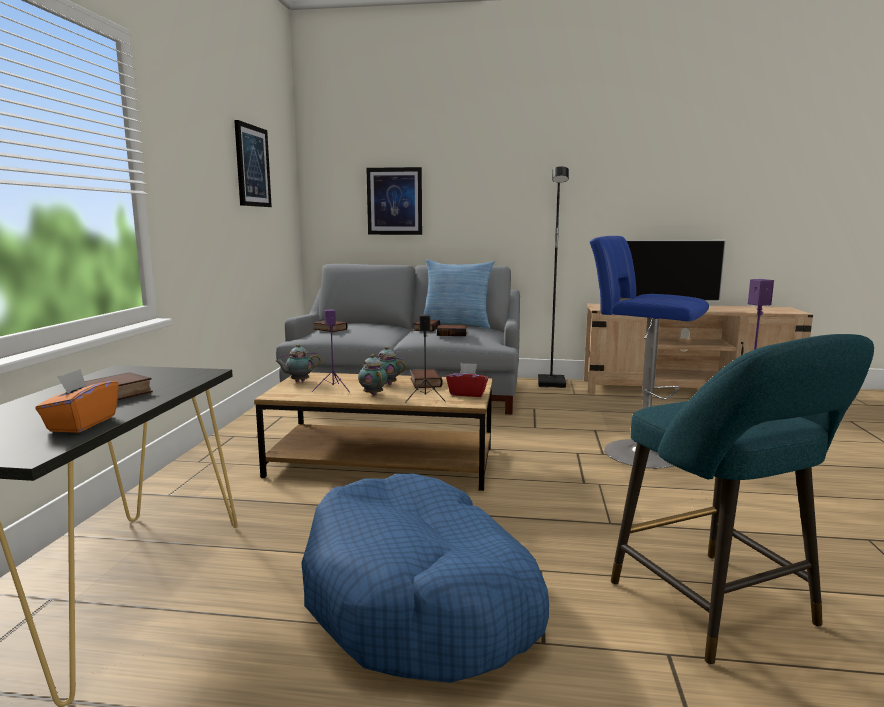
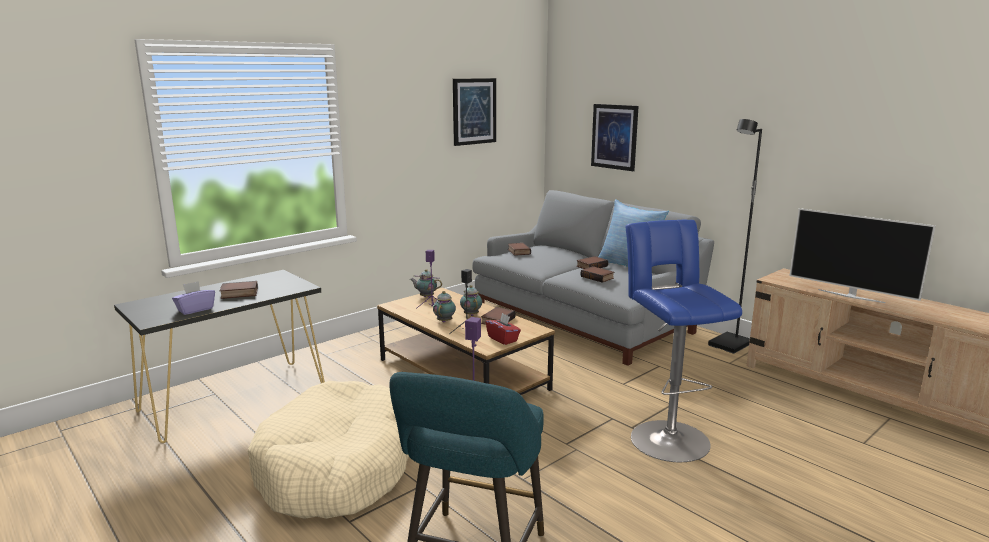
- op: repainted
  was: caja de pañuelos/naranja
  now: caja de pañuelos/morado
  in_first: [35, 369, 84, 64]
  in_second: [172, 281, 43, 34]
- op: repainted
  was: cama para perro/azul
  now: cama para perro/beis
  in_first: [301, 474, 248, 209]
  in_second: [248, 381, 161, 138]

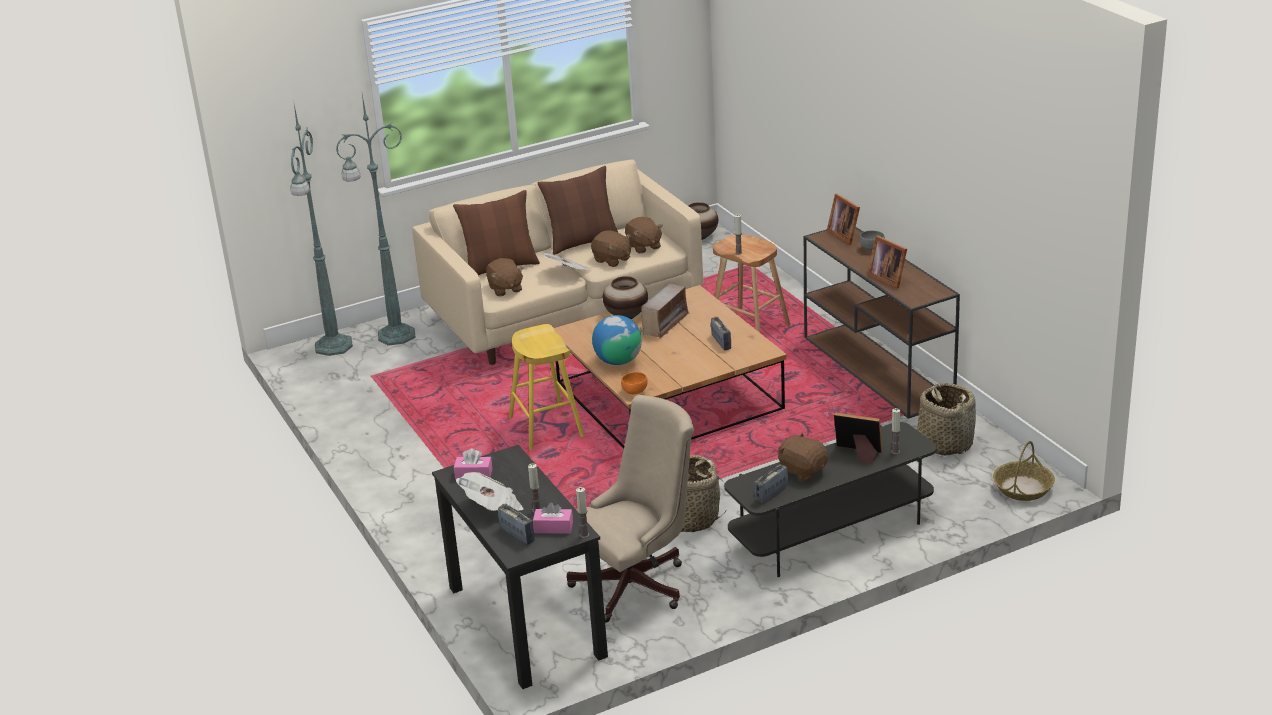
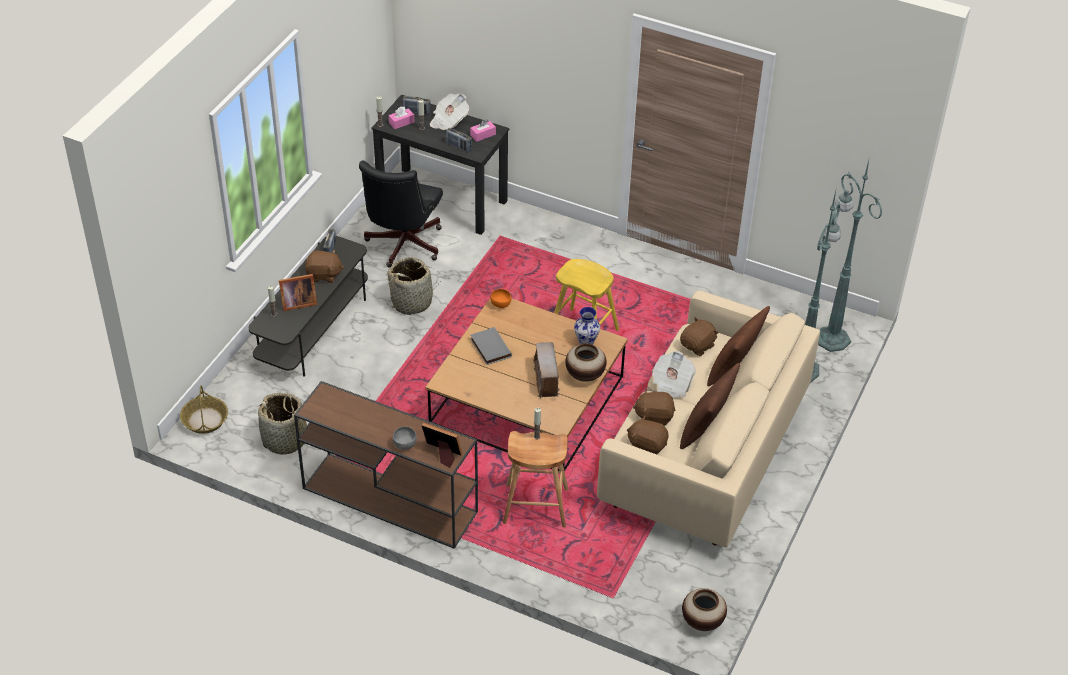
- op: repainted
  was: silla de oficina/beis
  now: silla de oficina/negro
  in_first: [567, 395, 127, 227]
  in_second: [359, 160, 84, 108]
- op: shifted
  was: radio
  in_first: [711, 317, 20, 34]
  in_second: [446, 128, 26, 24]
- op: new
  now: libro/gris
  in_second: [470, 327, 42, 38]
- op: new
  now: florero
  in_second: [574, 307, 26, 38]
- op: rotated
  was: peluche/marrón
  in_first: [486, 258, 37, 38]
  in_second: [680, 317, 38, 39]
  clockwise: 105
- op: gone
  was: globo terráqueo
  in_first: [592, 315, 50, 50]
- op: gone
  was: portarretratos
  in_first: [868, 236, 39, 52]

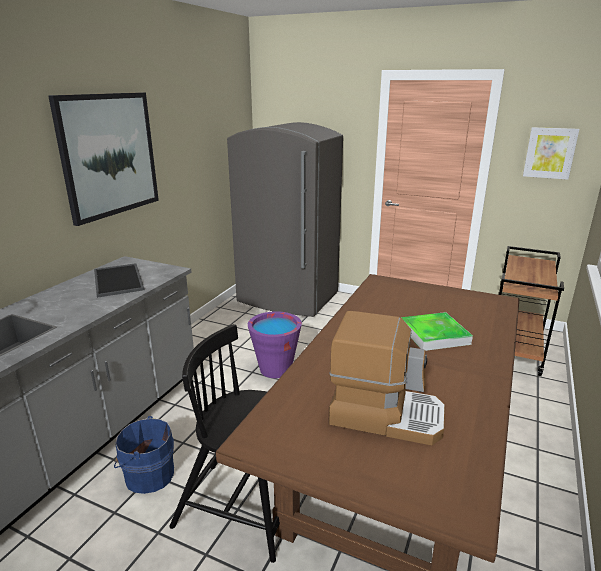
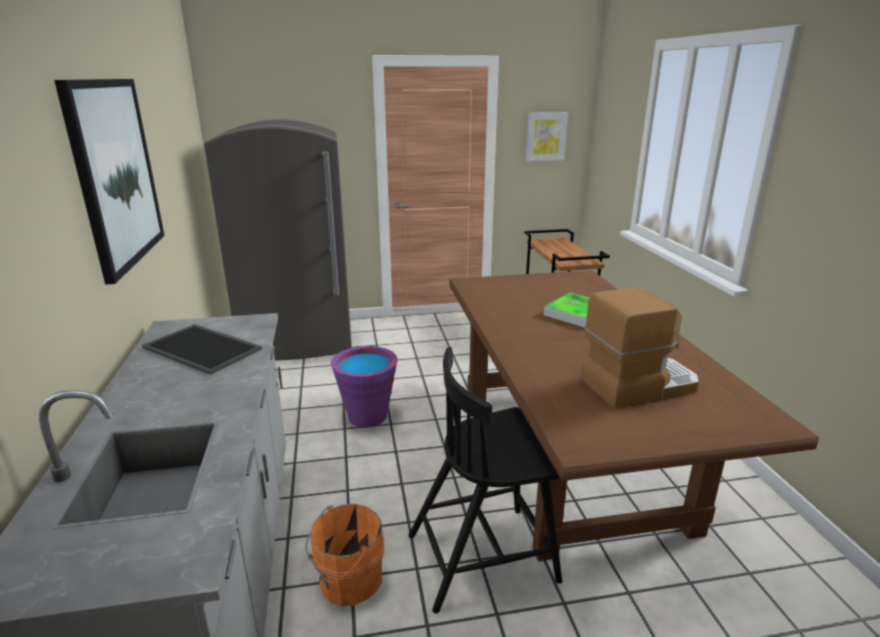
- op: repainted
  was: cubo/azul
  now: cubo/naranja
  in_first: [114, 416, 60, 78]
  in_second: [305, 504, 79, 103]

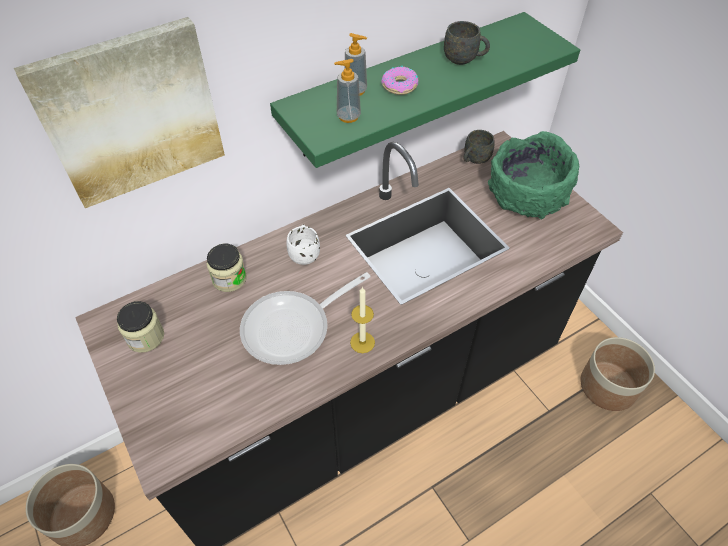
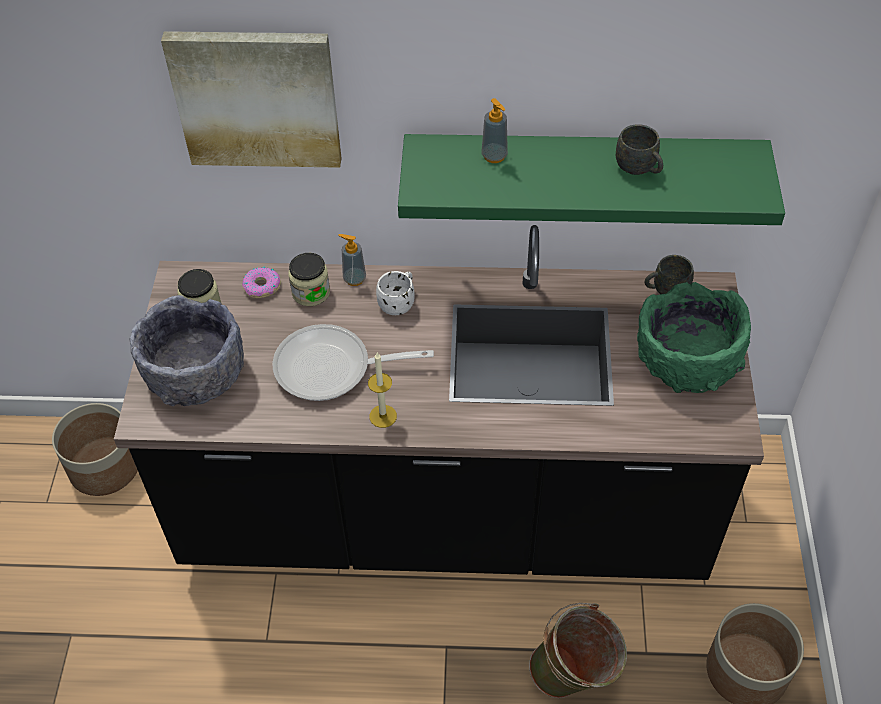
- op: new
  now: cuenco/gris
  in_second: [130, 295, 114, 111]
- op: shifted
  was: rosquilla
  in_first: [381, 66, 37, 29]
  in_second: [242, 267, 39, 31]
- op: shifted
  was: dispensador de jabón
  in_first: [334, 59, 27, 64]
  in_second: [338, 234, 28, 52]
- op: new
  now: cubo/verde
  in_second: [529, 603, 98, 95]

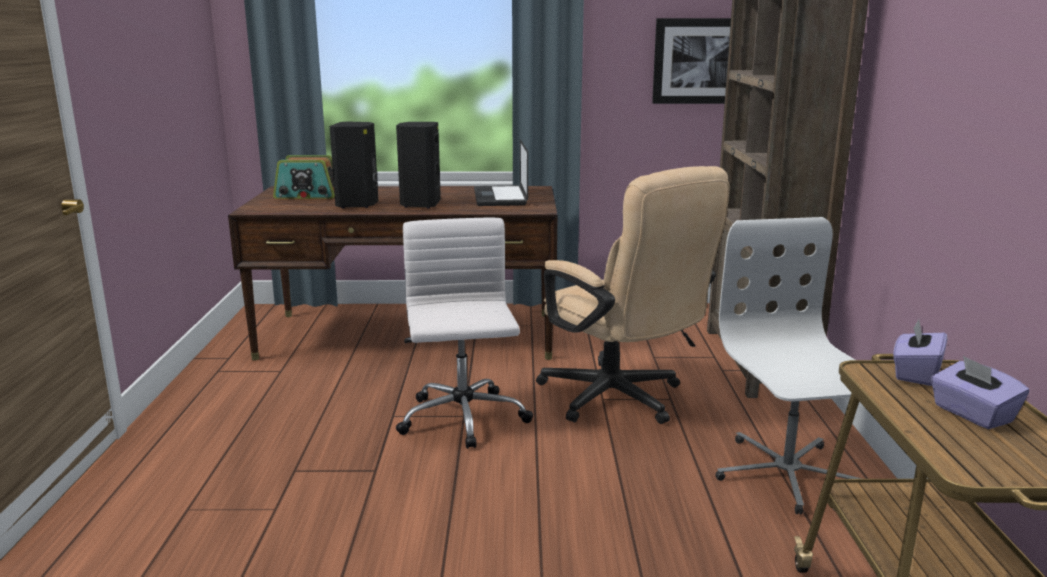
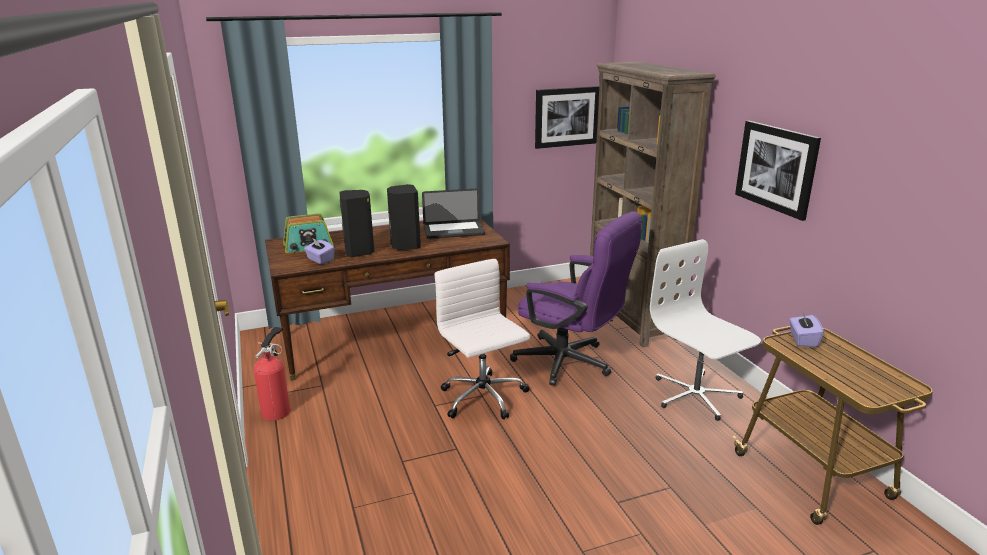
- op: new
  now: extintor
  in_second: [254, 327, 36, 94]
- op: shifted
  was: caja de pañuelos/morado
  in_first: [930, 356, 99, 73]
  in_second: [304, 238, 31, 26]
- op: rotated
  was: portátil
  in_first: [474, 139, 54, 67]
  in_second: [422, 189, 63, 50]
  clockwise: -75
- op: repainted
  was: silla de oficina/beis
  now: silla de oficina/morado
  in_first: [536, 166, 194, 258]
  in_second: [510, 211, 132, 175]
- op: new
  now: cuadro
  in_second: [735, 121, 86, 100]

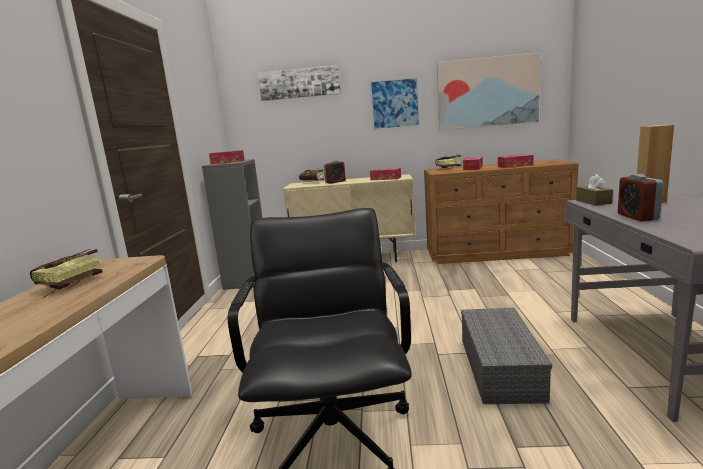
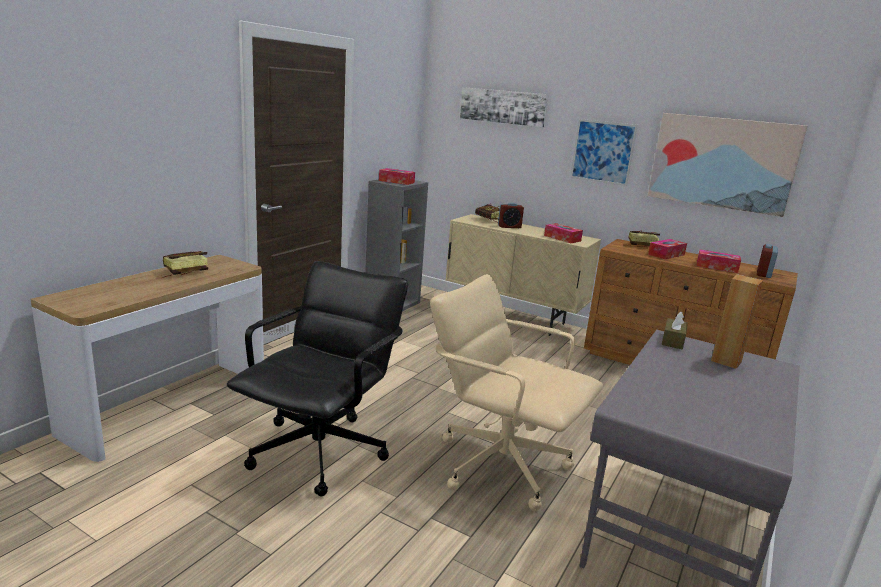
- op: swapped
  was: caja de almacenaje/gris
  now: silla de oficina/beis
  in_first: [461, 308, 91, 96]
  in_second: [430, 274, 173, 237]
- op: shifted
  was: despertador
  in_first: [618, 174, 45, 47]
  in_second: [757, 244, 21, 34]

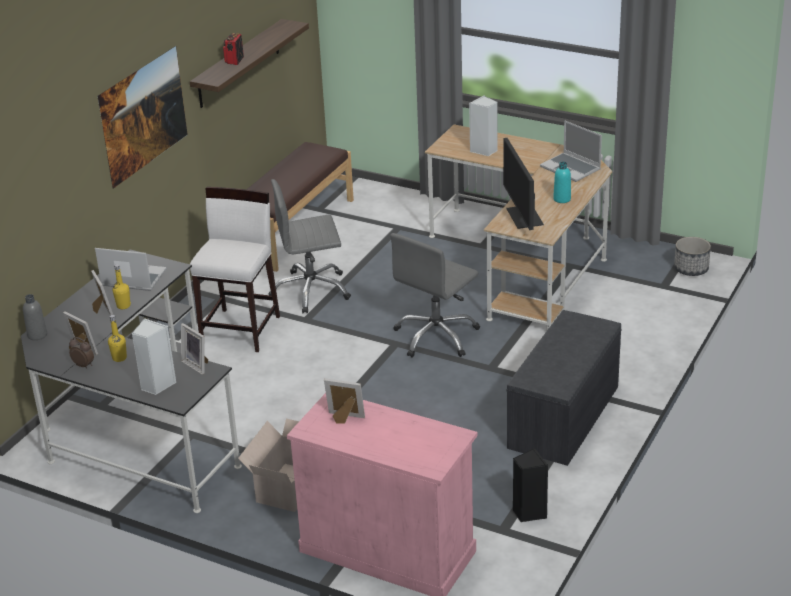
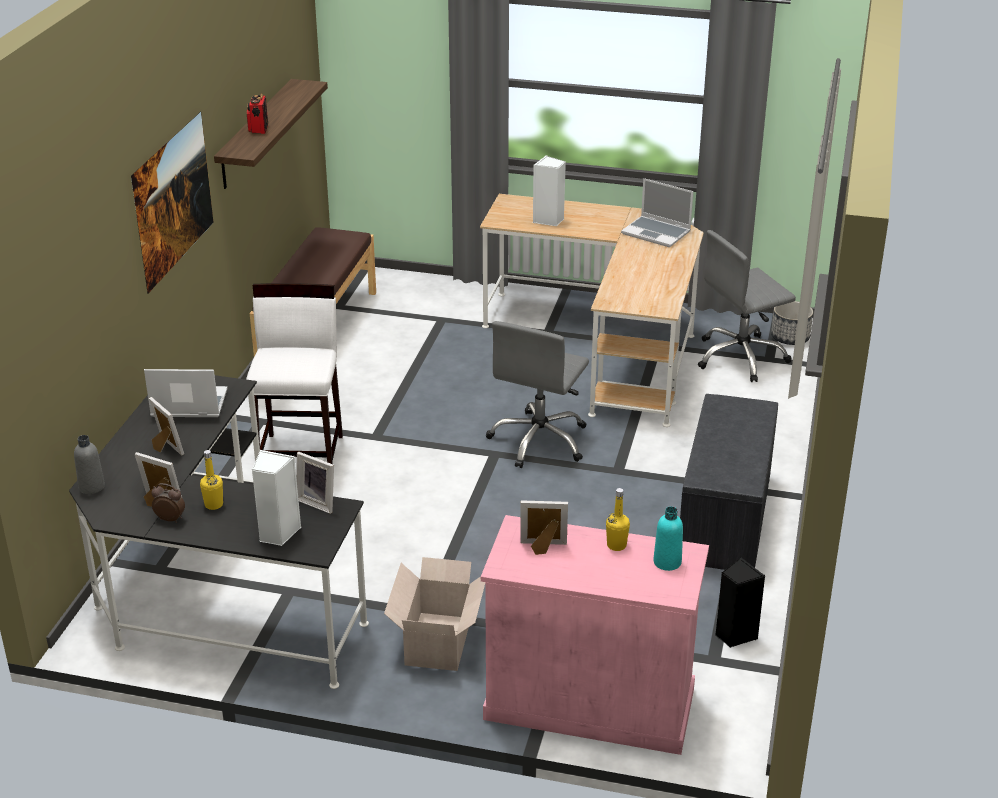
- op: shifted
  was: botella/amarillo
  in_first: [113, 264, 18, 45]
  in_second: [606, 488, 24, 63]
- op: shifted
  was: botella/turquesa
  in_first: [553, 162, 18, 41]
  in_second: [653, 507, 30, 64]
- op: shifted
  was: silla de oficina/gris
  in_first: [269, 179, 82, 135]
  in_second: [698, 230, 98, 152]
- op: gone
  was: monitor
  in_first: [503, 138, 41, 92]

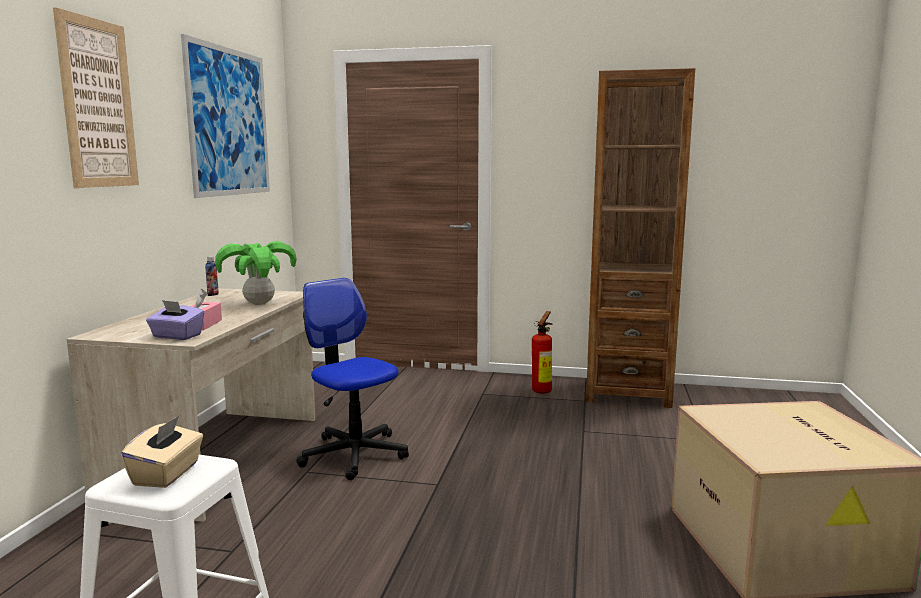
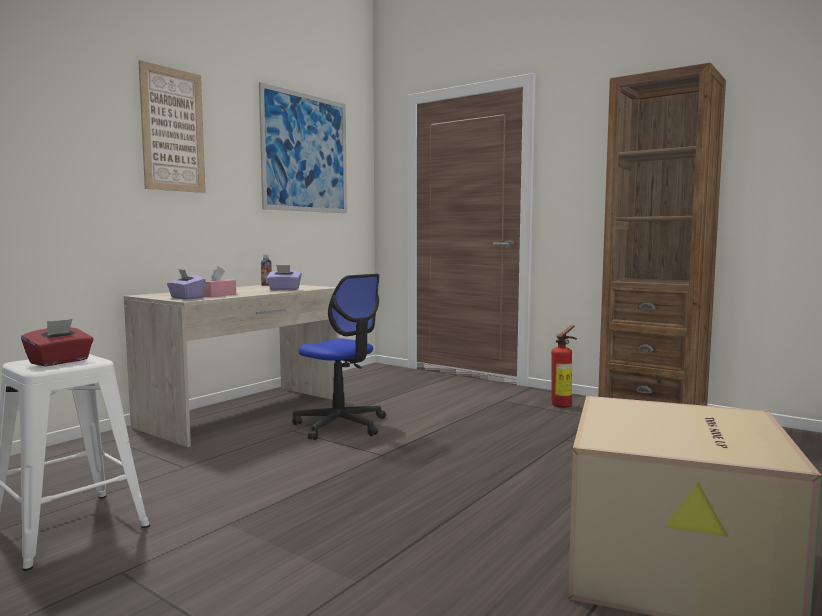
- op: repainted
  was: caja de pañuelos/beis
  now: caja de pañuelos/rojo
  in_first: [121, 416, 82, 72]
  in_second: [21, 319, 73, 47]
- op: swapped
  was: planta en maceta
  now: caja de pañuelos/morado
  in_first: [215, 241, 82, 64]
  in_second: [266, 265, 36, 25]
- op: rotated
  was: silla de oficina
  in_first: [296, 278, 113, 202]
  in_second: [292, 274, 94, 166]
  clockwise: 150

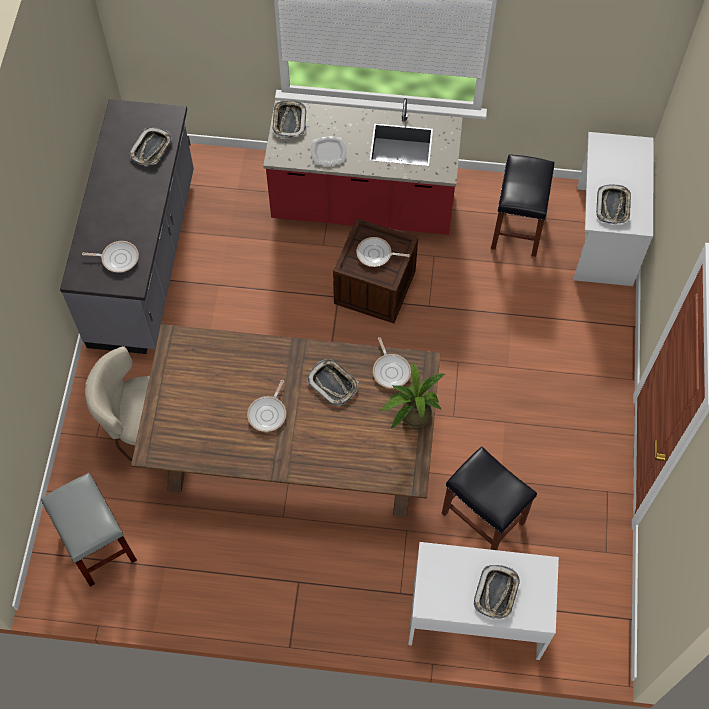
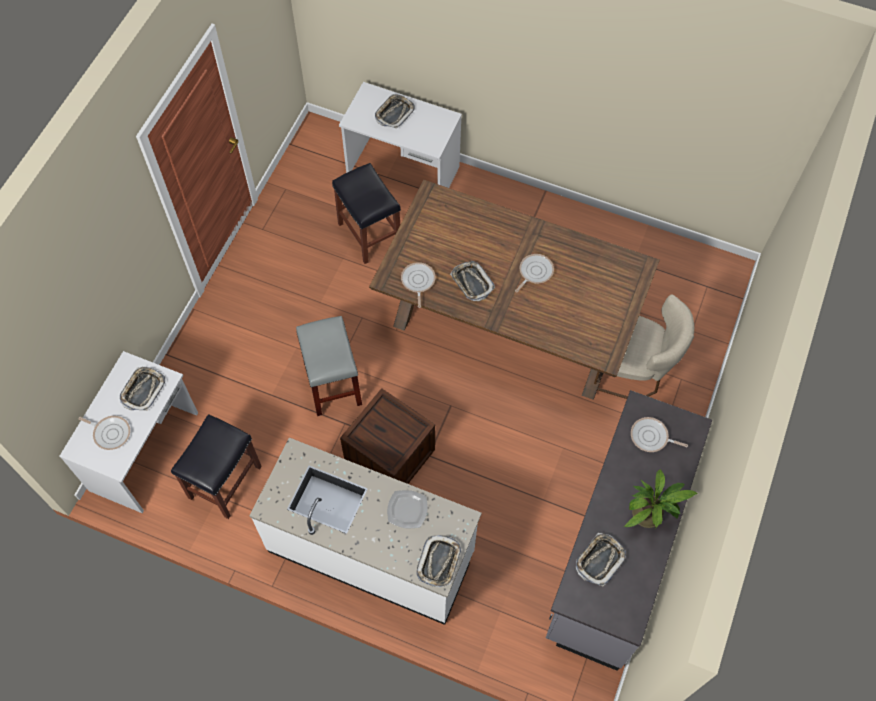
- op: shifted
  was: sartén
  in_first: [356, 237, 54, 30]
  in_second: [79, 416, 51, 34]
- op: repainted
  was: mueble bajo de cocina/rojo
  now: mueble bajo de cocina/blanco
  in_first: [263, 98, 199, 137]
  in_second: [249, 438, 233, 187]
- op: shifted
  was: taburete/gris
  in_first: [41, 473, 96, 114]
  in_second: [296, 316, 66, 100]
- op: shifted
  was: planta en maceta
  in_first: [380, 362, 65, 66]
  in_second: [624, 469, 74, 59]

